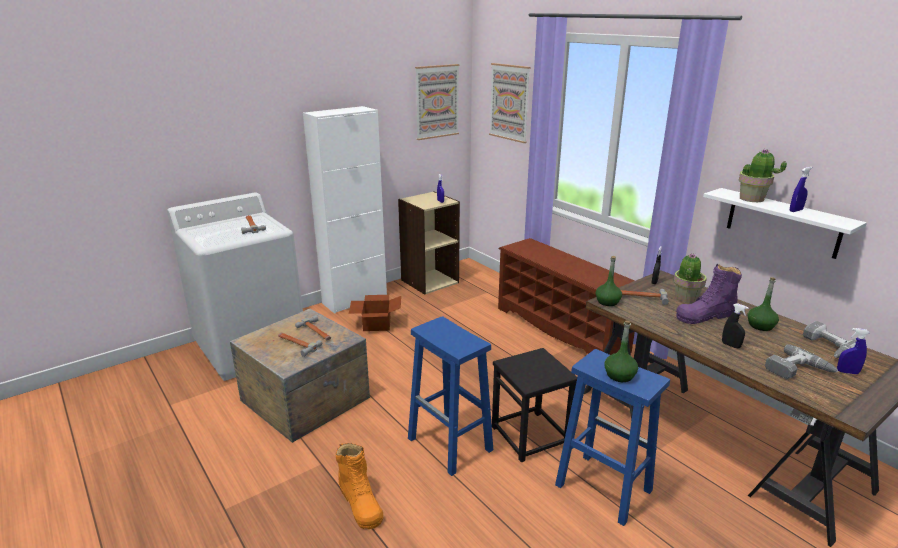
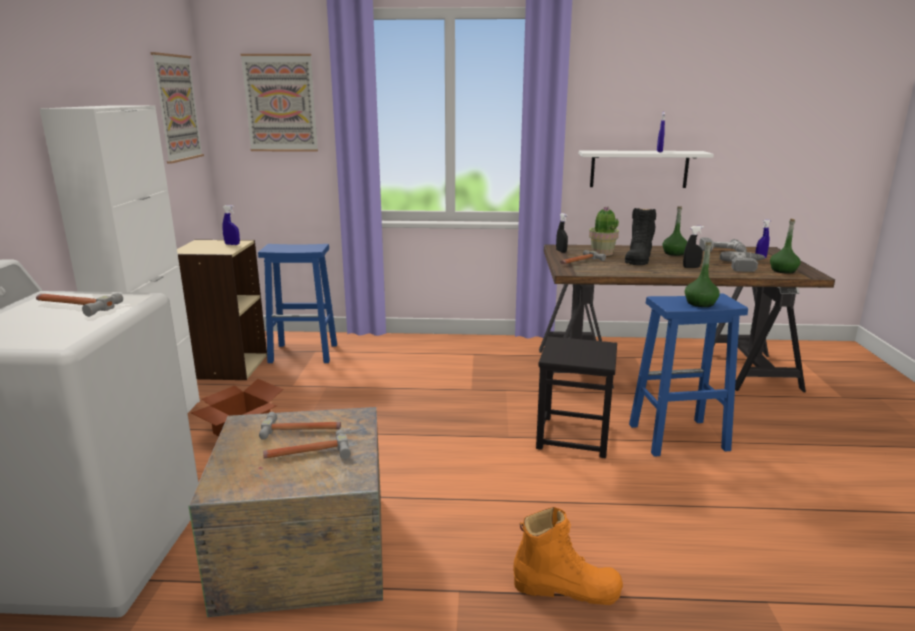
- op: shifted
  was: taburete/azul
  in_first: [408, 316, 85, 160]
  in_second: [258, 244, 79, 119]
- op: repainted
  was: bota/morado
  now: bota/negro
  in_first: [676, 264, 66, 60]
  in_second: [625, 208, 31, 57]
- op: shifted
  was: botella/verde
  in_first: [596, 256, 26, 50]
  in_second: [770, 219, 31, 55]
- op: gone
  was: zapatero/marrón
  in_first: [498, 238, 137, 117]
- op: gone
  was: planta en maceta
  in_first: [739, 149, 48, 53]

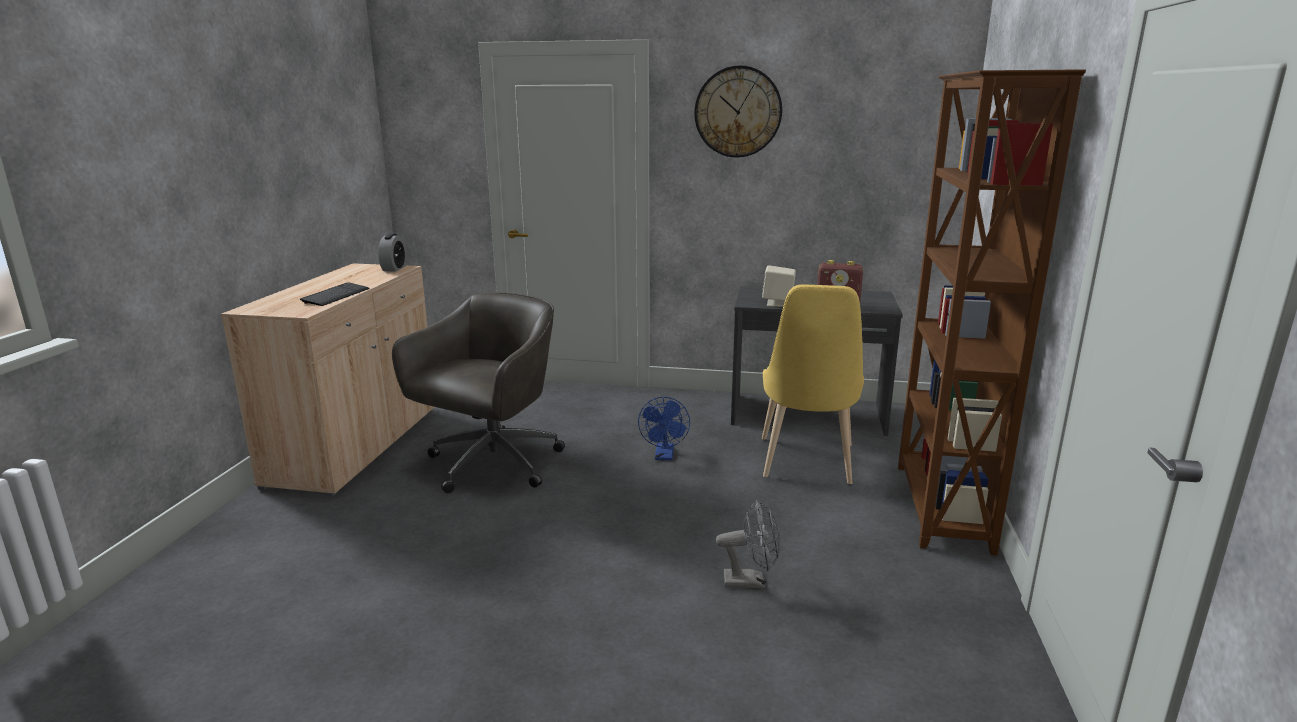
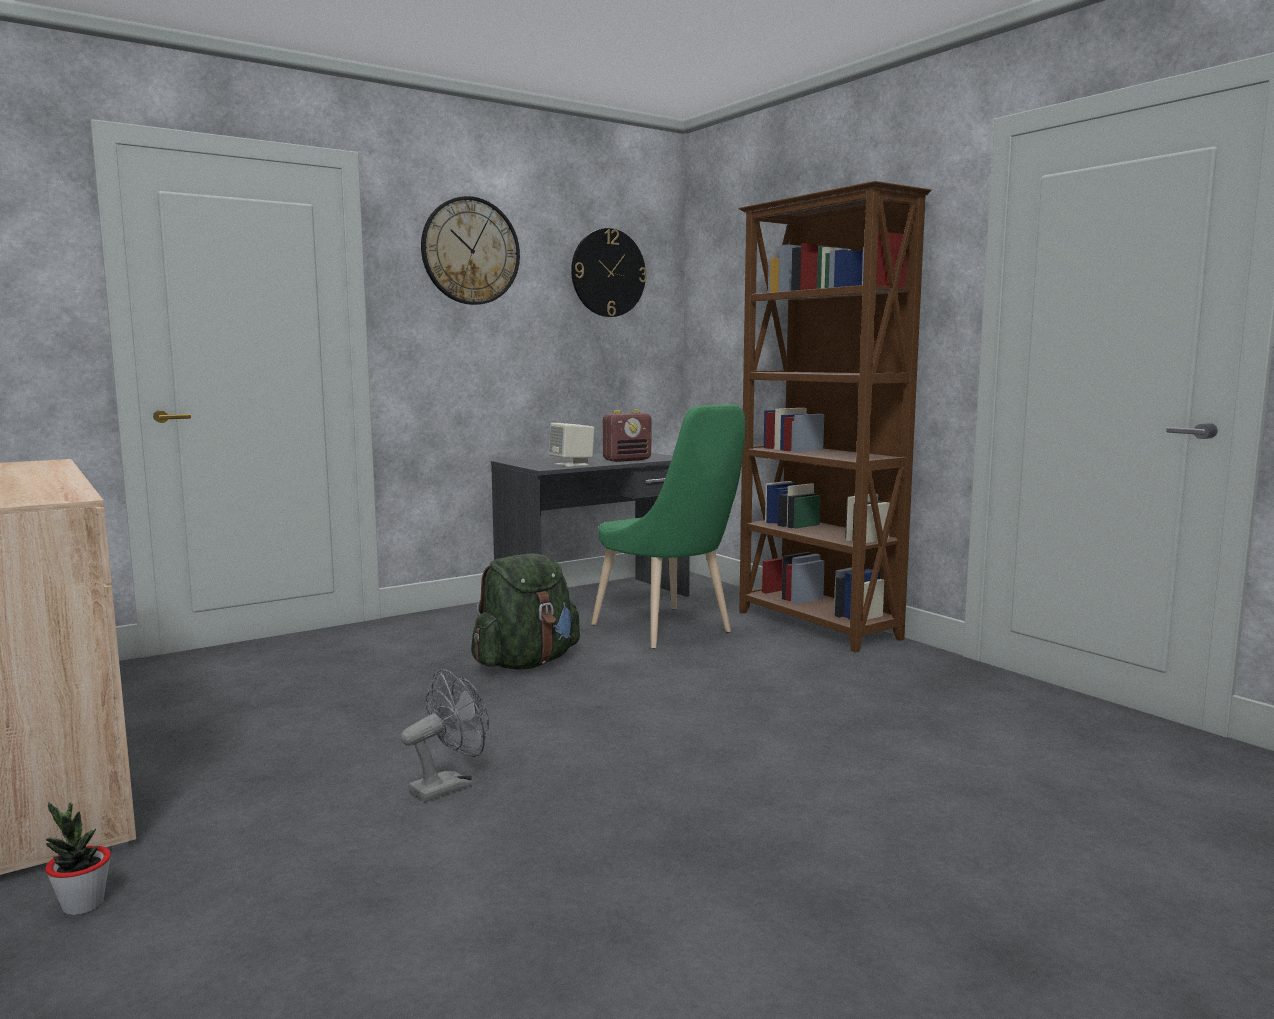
- op: new
  now: planta en maceta
  in_second: [45, 802, 66, 113]
- op: shifted
  was: ventilador/gris
  in_first: [716, 500, 64, 89]
  in_second: [401, 669, 88, 133]
- op: swapped
  was: ventilador/azul
  now: mochila/verde
  in_first: [638, 397, 52, 63]
  in_second: [471, 553, 109, 117]
- op: new
  now: reloj de pared
  in_second: [571, 228, 76, 89]
- op: repainted
  was: silla/amarillo
  now: silla/verde
  in_first: [762, 285, 102, 199]
  in_second: [591, 404, 154, 245]
- op: gone
  was: teclado
  in_first: [300, 282, 69, 24]
- op: gone
  was: despertador
  in_first: [378, 234, 29, 37]
- op: gone
  was: silla de oficina/gris
  in_first: [392, 292, 173, 201]

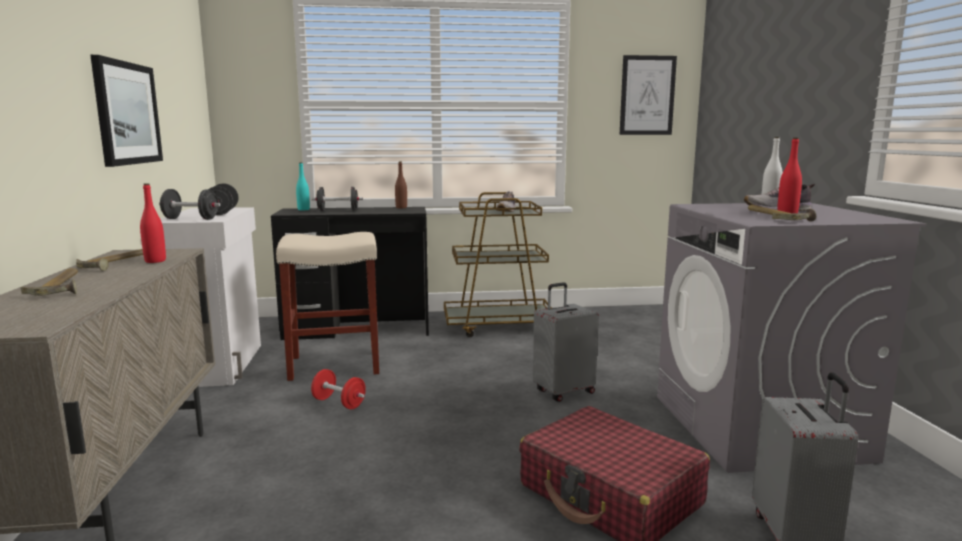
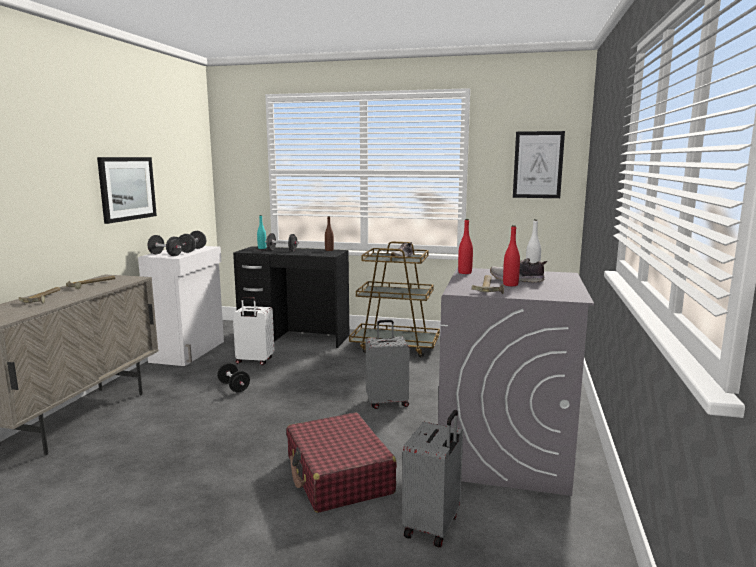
- op: repainted
  was: mancuerna/rojo
  now: mancuerna/negro
  in_first: [311, 369, 55, 40]
  in_second: [217, 363, 33, 29]
- op: swapped
  was: taburete/beis
  now: maleta/blanco
  in_first: [276, 232, 103, 149]
  in_second: [233, 297, 41, 68]
- op: shifted
  was: botella/rojo
  in_first: [140, 183, 26, 80]
  in_second: [458, 219, 15, 55]

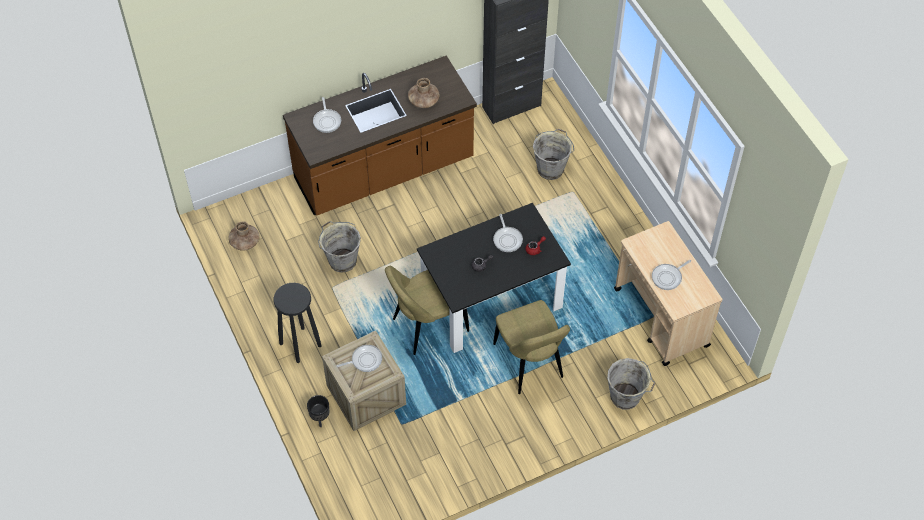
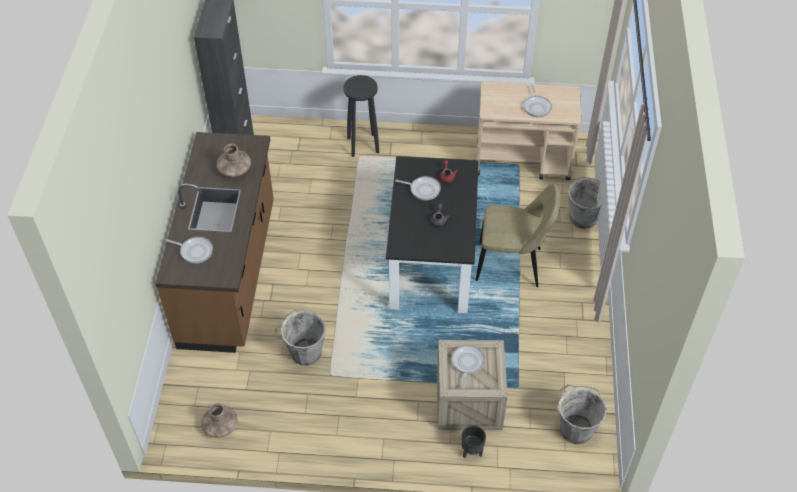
- op: shifted
  was: taburete/negro
  in_first: [273, 283, 49, 80]
  in_second: [343, 75, 36, 82]
- op: shifted
  was: cubo/gris
  in_first: [533, 129, 41, 51]
  in_second: [557, 384, 50, 60]
- op: gone
  was: silla/beis
  in_first: [385, 266, 84, 89]

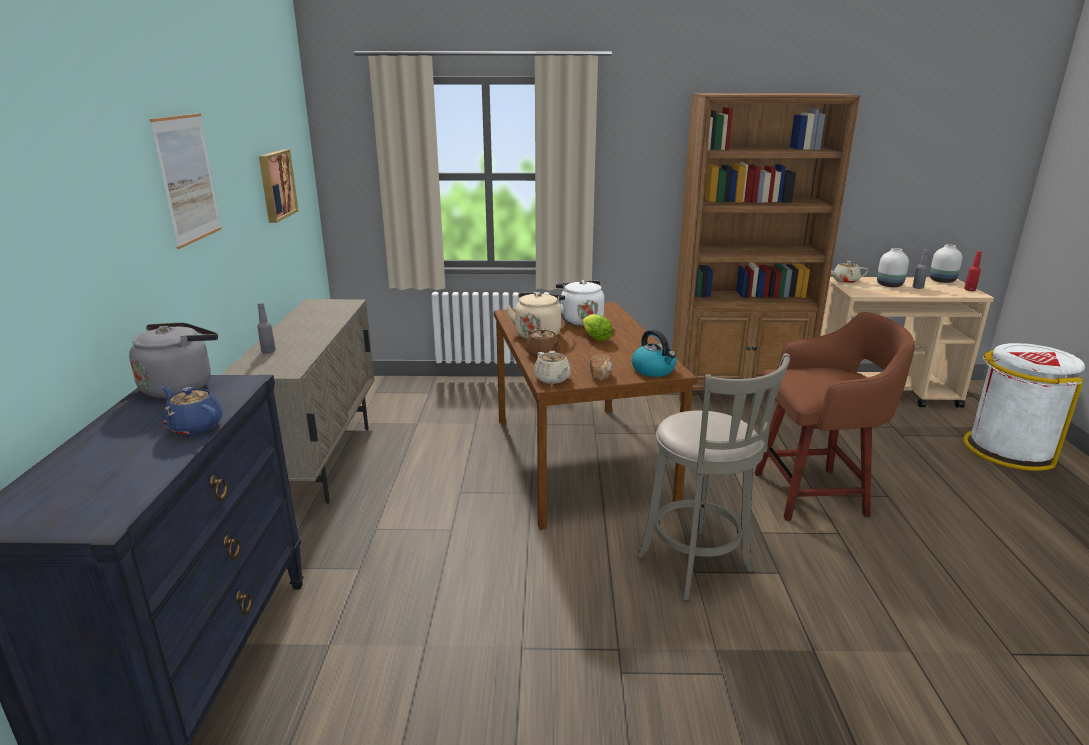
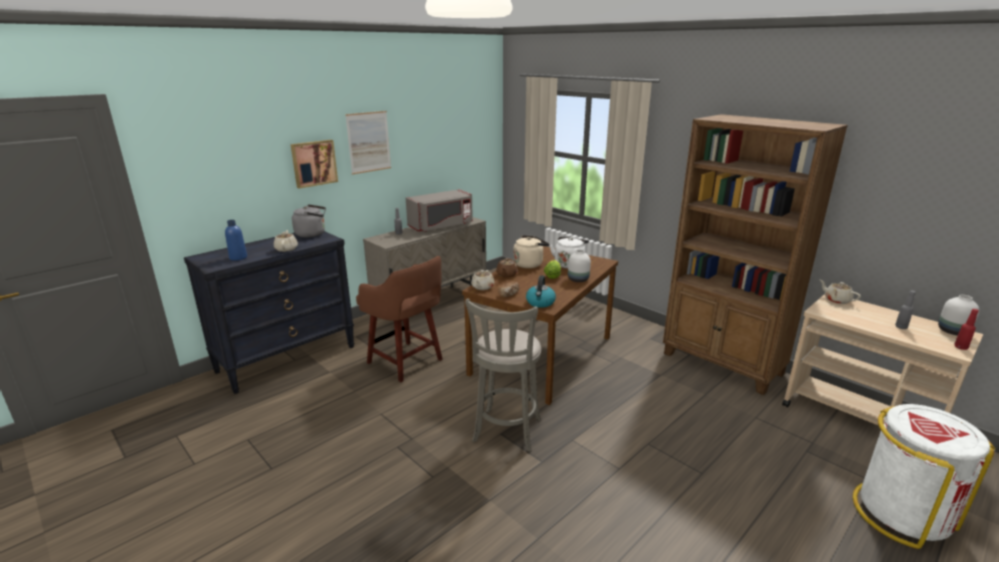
- op: new
  now: botella/azul
  in_second: [225, 220, 22, 41]
- op: repainted
  was: tetera/azul
  now: tetera/beis
  in_first: [162, 386, 60, 49]
  in_second: [274, 230, 24, 22]
- op: shifted
  was: cuadro
  in_first: [259, 149, 40, 74]
  in_second: [291, 140, 47, 49]
- op: shifted
  was: taburete/marrón
  in_first: [754, 312, 161, 209]
  in_second: [356, 256, 87, 126]
- op: new
  now: microondas/gris
  in_second: [406, 189, 67, 43]
- op: shifted
  was: florero/blanco
  in_first: [877, 248, 32, 39]
  in_second: [568, 249, 23, 33]

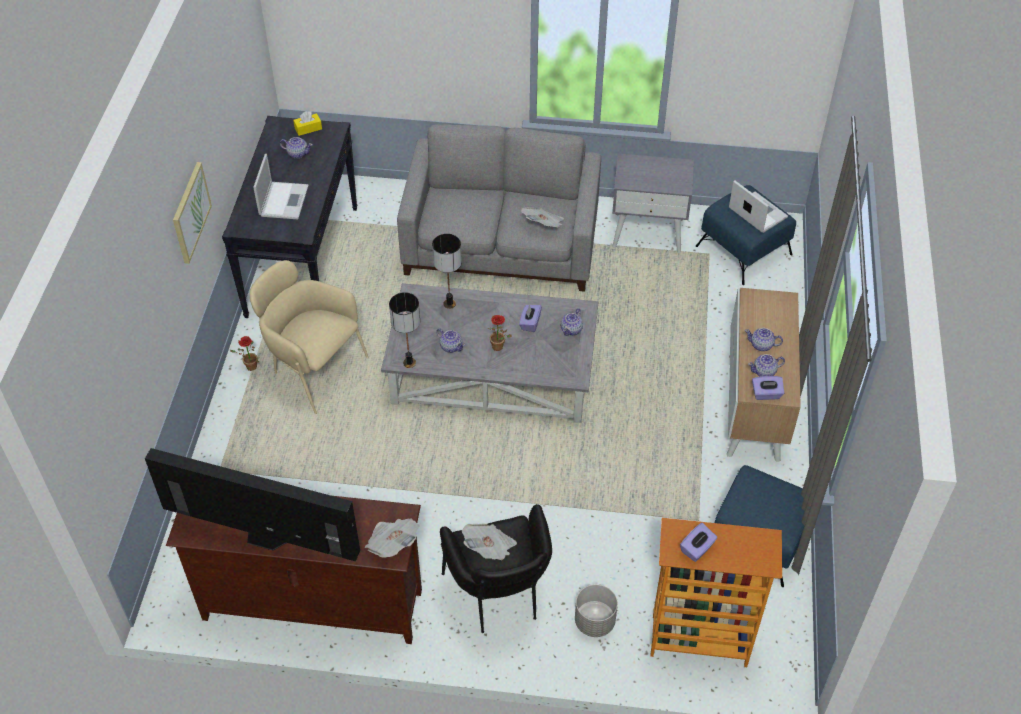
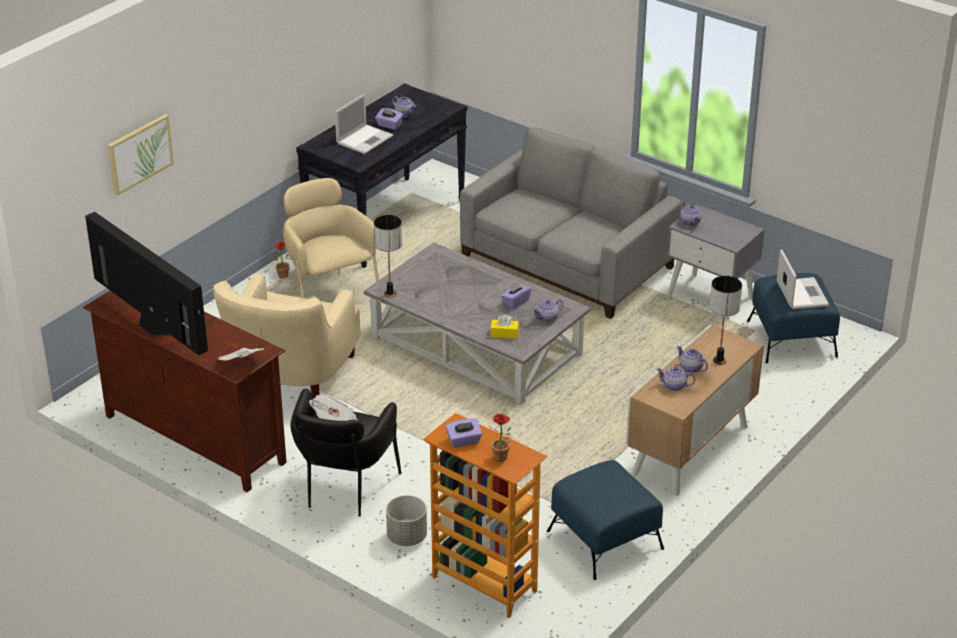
- op: shifted
  was: cuadro
  in_first: [173, 162, 39, 102]
  in_second: [108, 114, 66, 82]
- op: new
  now: sillón/beis
  in_second: [213, 274, 148, 124]
- op: shifted
  was: caja de pañuelos/morado
  in_first: [752, 376, 32, 24]
  in_second: [375, 108, 29, 22]
- op: shifted
  was: planta en maceta
  in_first: [488, 315, 24, 36]
  in_second: [489, 414, 22, 48]
- op: shifted
  was: caja de pañuelos/amarillo
  in_first: [293, 111, 29, 25]
  in_second: [490, 314, 29, 25]
- op: shifted
  was: tetera
  in_first: [436, 328, 29, 25]
  in_second: [680, 202, 22, 24]
- op: shifted
  was: lámpara de mesa
  in_first: [432, 234, 30, 75]
  in_second: [710, 276, 32, 89]
- op: gone
  was: periódico
  in_first: [521, 208, 43, 20]

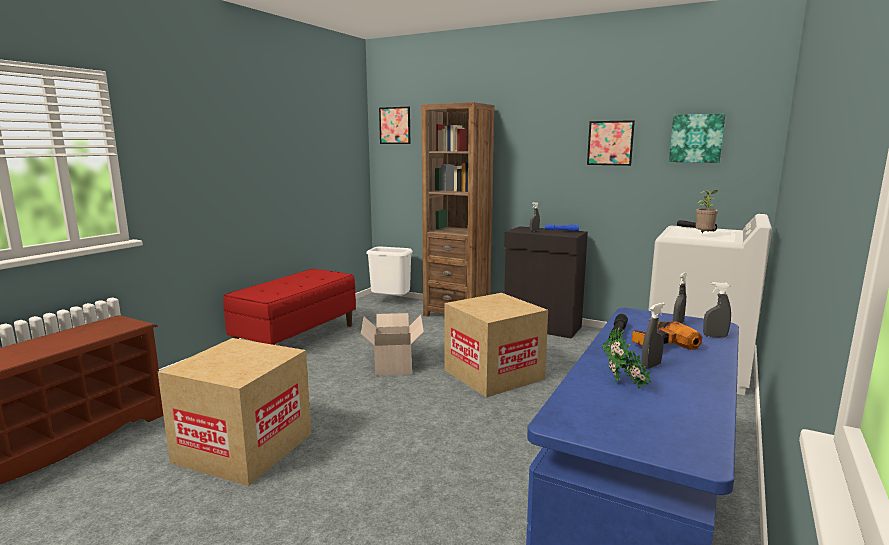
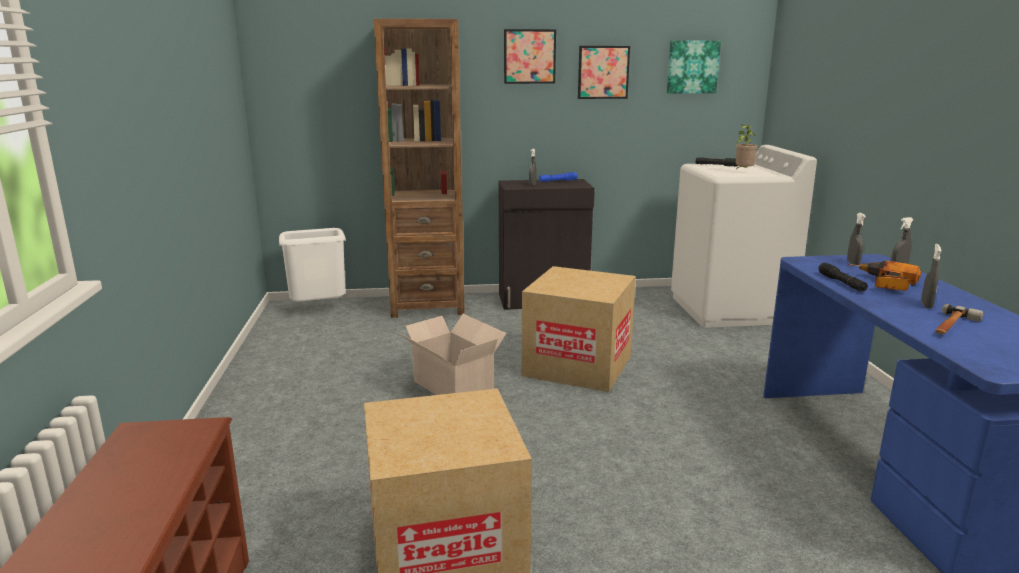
- op: shifted
  was: cuadro
  in_first: [379, 107, 31, 37]
  in_second: [504, 29, 52, 55]
- op: swapped
  was: planta en maceta
  now: martillo
  in_first: [602, 328, 49, 60]
  in_second: [935, 304, 49, 30]
- op: gone
  was: banco/rojo
  in_first: [223, 269, 133, 76]

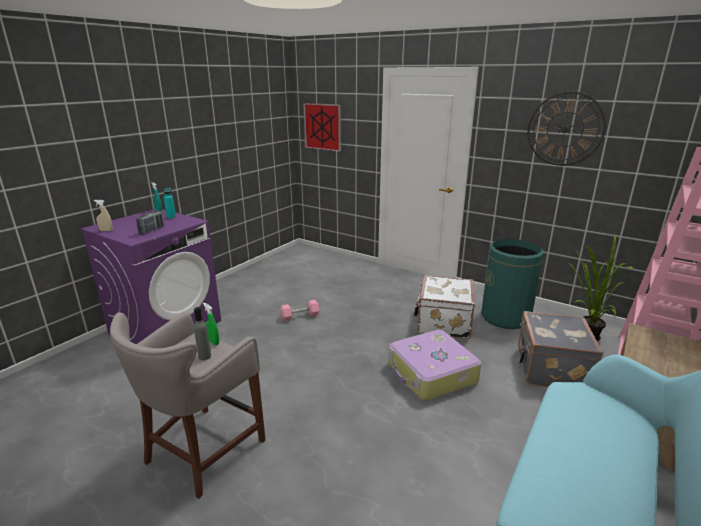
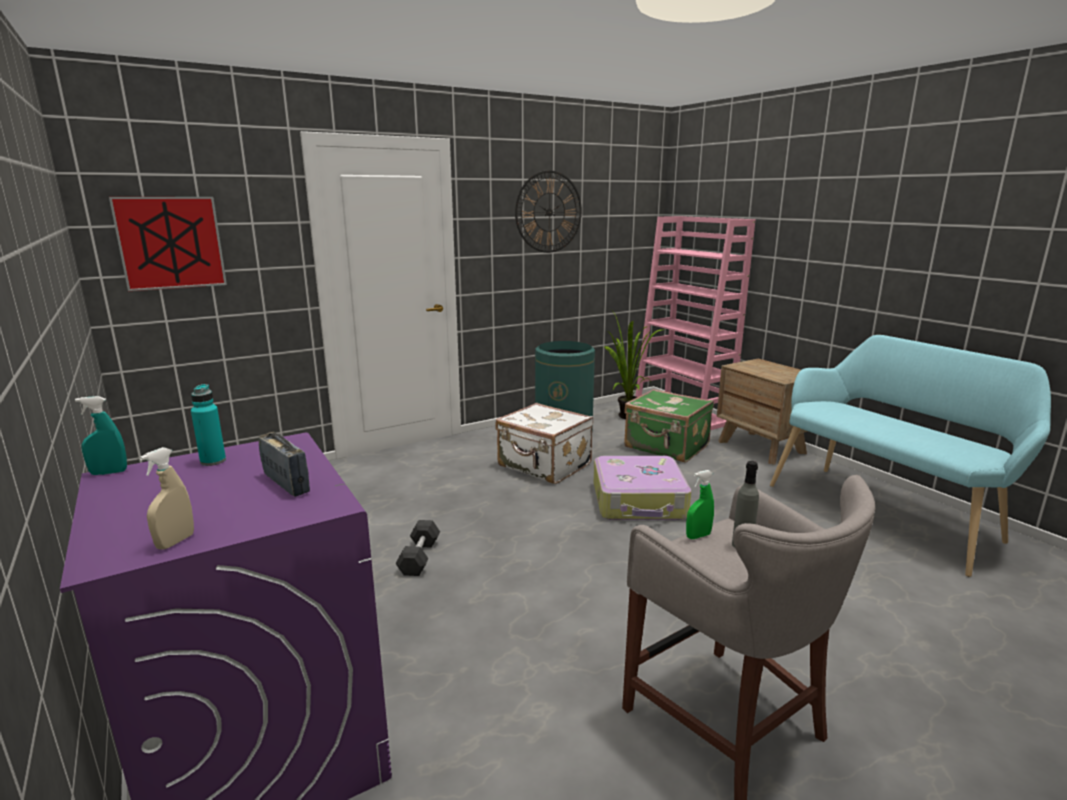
- op: repainted
  was: mancuerna/rosa
  now: mancuerna/negro
  in_first: [280, 300, 40, 22]
  in_second: [395, 520, 45, 56]
- op: repainted
  was: maleta/gris
  now: maleta/verde
  in_first: [518, 311, 85, 76]
  in_second: [624, 389, 90, 74]

